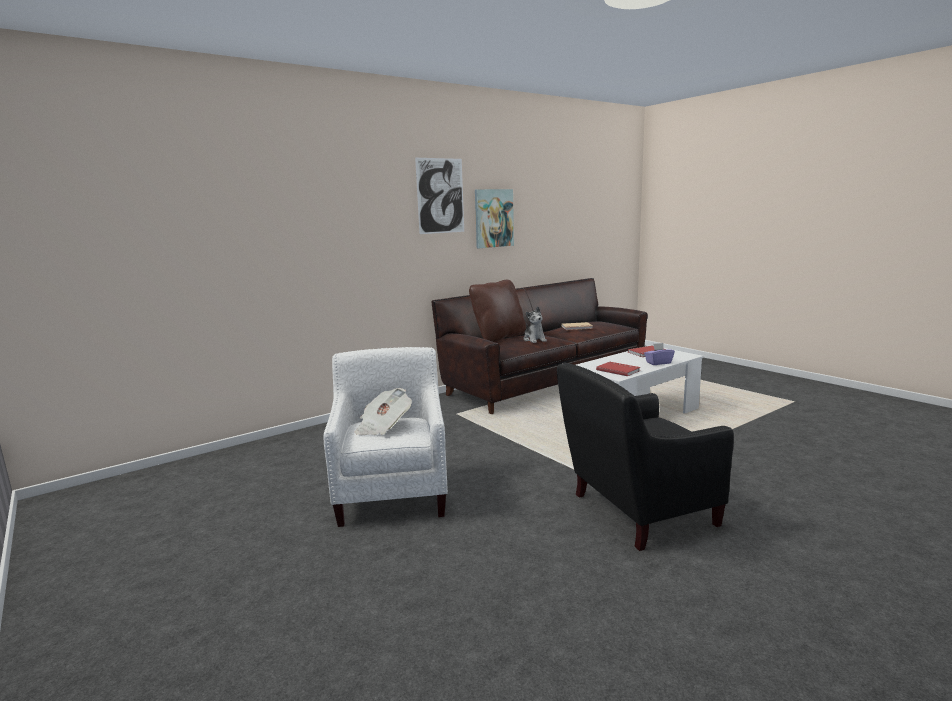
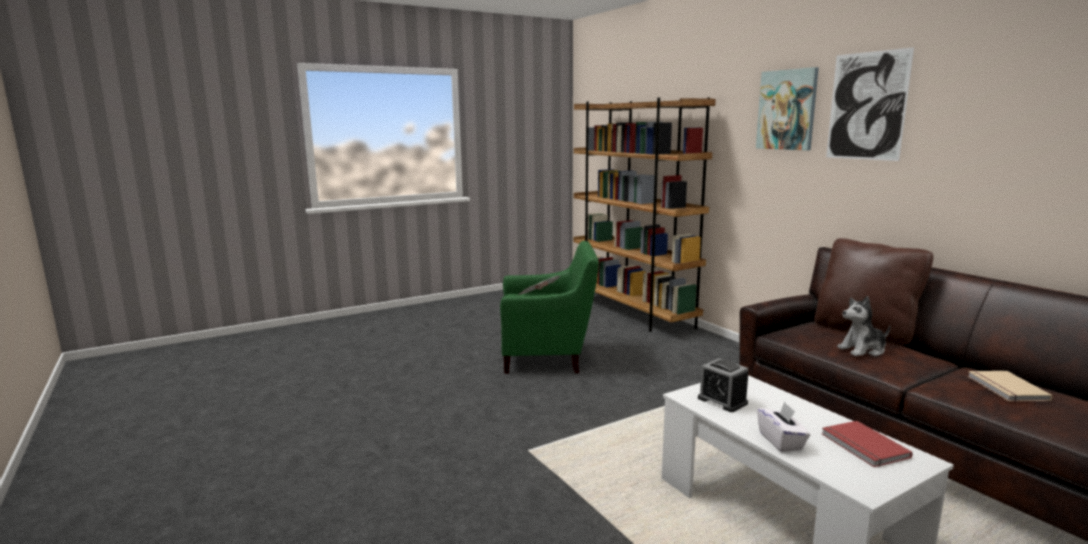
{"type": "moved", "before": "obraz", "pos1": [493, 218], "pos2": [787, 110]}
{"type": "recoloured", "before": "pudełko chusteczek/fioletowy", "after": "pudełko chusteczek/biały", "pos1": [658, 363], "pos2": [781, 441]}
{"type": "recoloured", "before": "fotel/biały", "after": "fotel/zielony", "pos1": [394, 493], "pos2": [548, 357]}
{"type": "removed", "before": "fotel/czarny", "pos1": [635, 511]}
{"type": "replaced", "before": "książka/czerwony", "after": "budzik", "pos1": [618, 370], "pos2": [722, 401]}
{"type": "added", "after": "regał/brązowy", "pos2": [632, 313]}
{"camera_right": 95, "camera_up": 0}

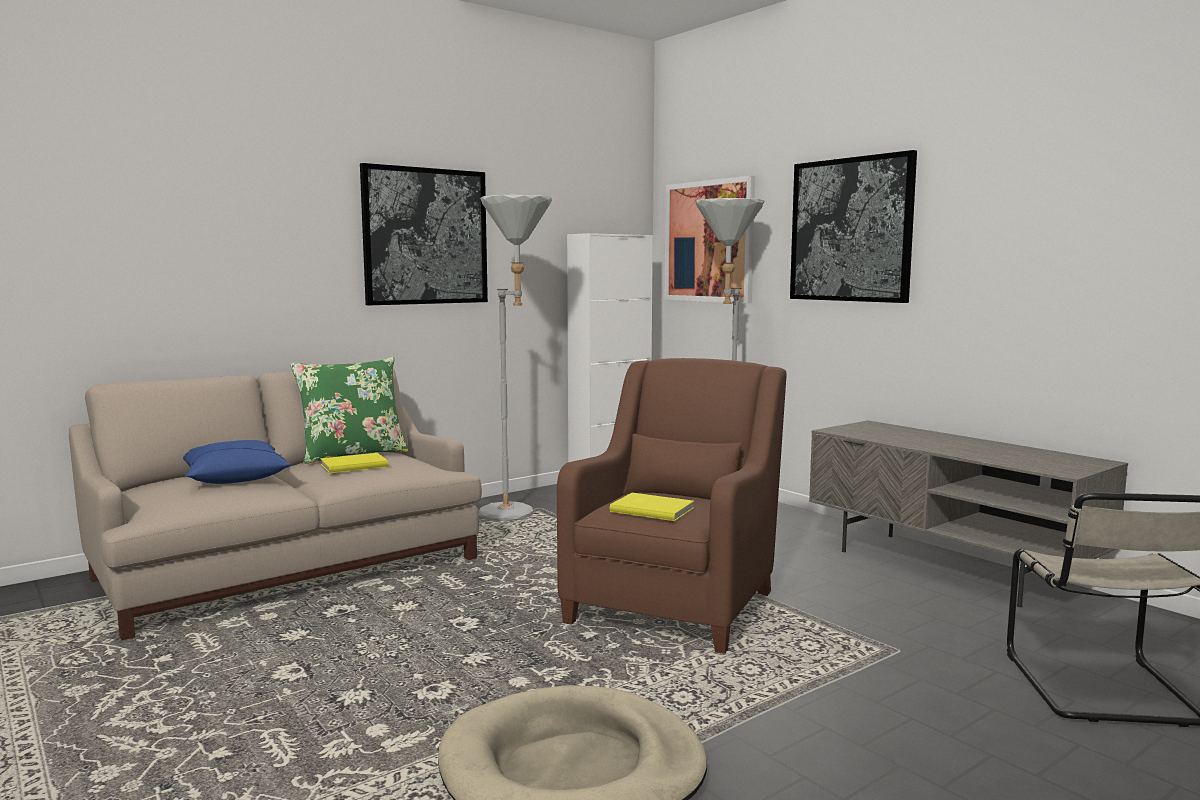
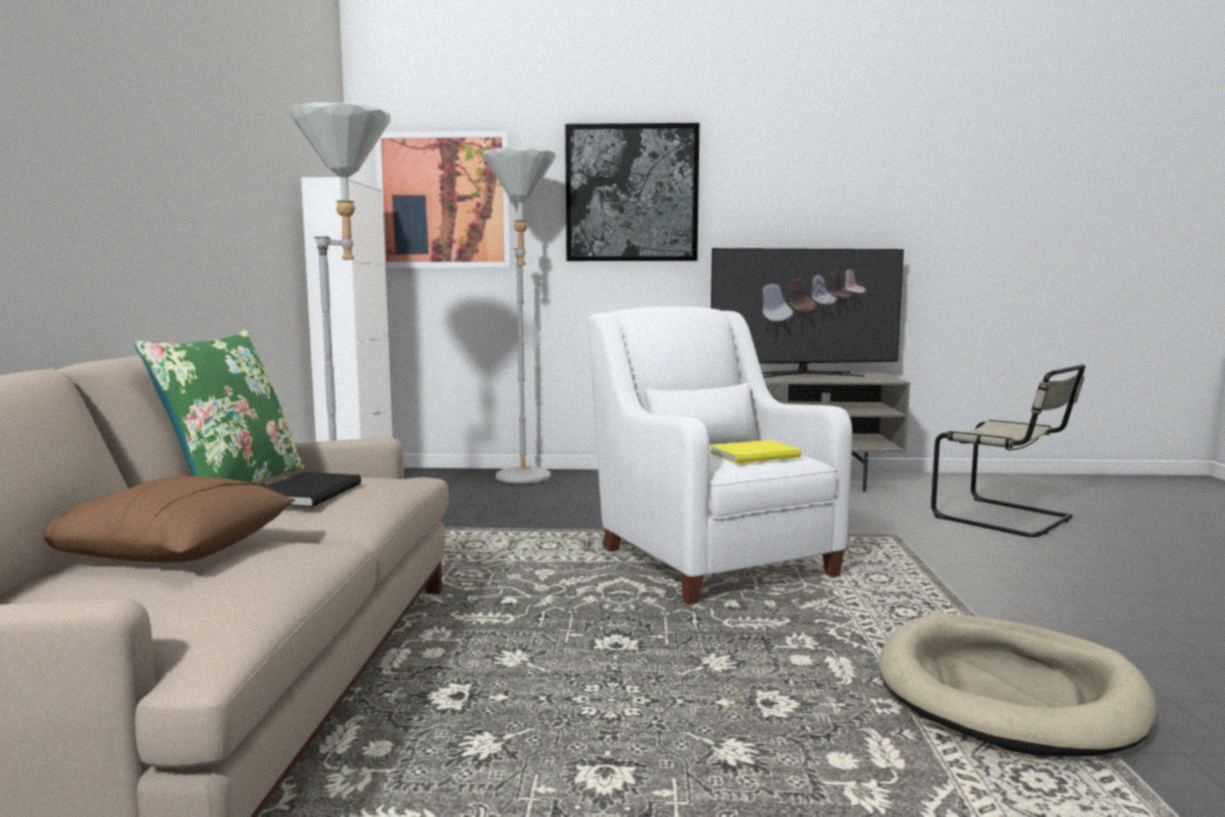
{"type": "removed", "before": "obraz", "pos1": [425, 236]}
{"type": "recoloured", "before": "fotel/brązowy", "after": "fotel/biały", "pos1": [675, 603], "pos2": [710, 558]}
{"type": "recoloured", "before": "poduszka/niebieski", "after": "poduszka/brązowy", "pos1": [235, 478], "pos2": [173, 550]}
{"type": "recoloured", "before": "książka/żółty", "after": "książka/czarny", "pos1": [352, 465], "pos2": [304, 493]}
{"type": "added", "after": "telewizor", "pos2": [803, 375]}
{"camera_right": -50, "camera_up": 0}

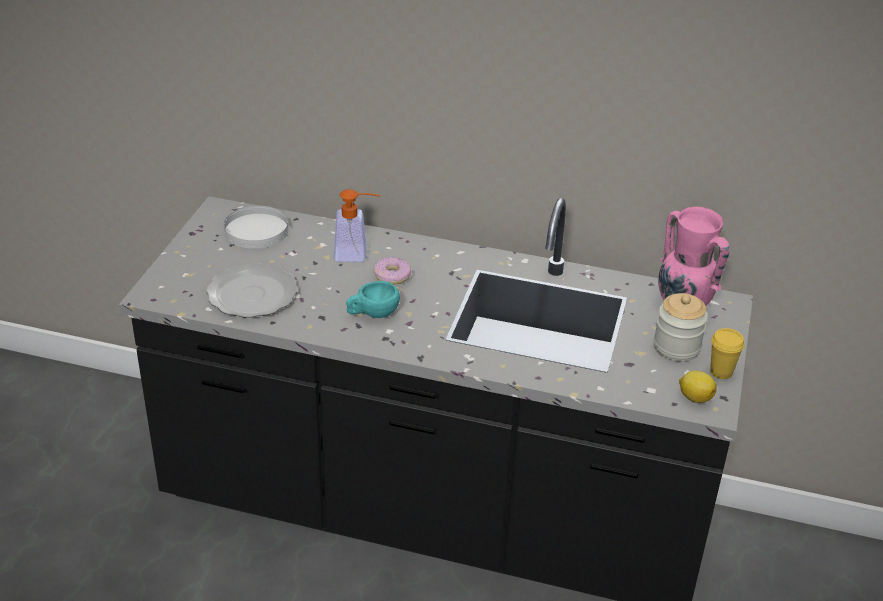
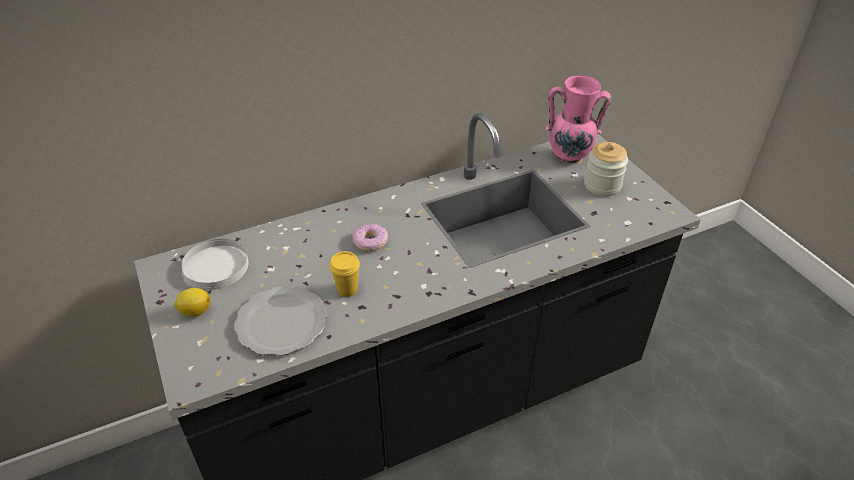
{"type": "removed", "before": "dozownik mydła", "pos1": [357, 254]}
{"type": "removed", "before": "filiżanka/turkusowy", "pos1": [372, 314]}
{"type": "moved", "before": "filiżanka/żółty", "pos1": [721, 372], "pos2": [347, 289]}
{"type": "moved", "before": "cytryna", "pos1": [694, 397], "pos2": [195, 311]}
{"camera_right": -40, "camera_up": 5}

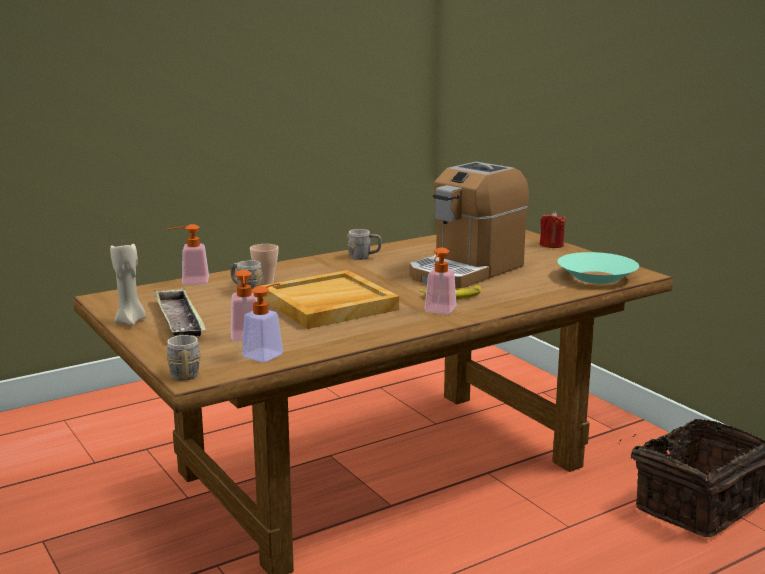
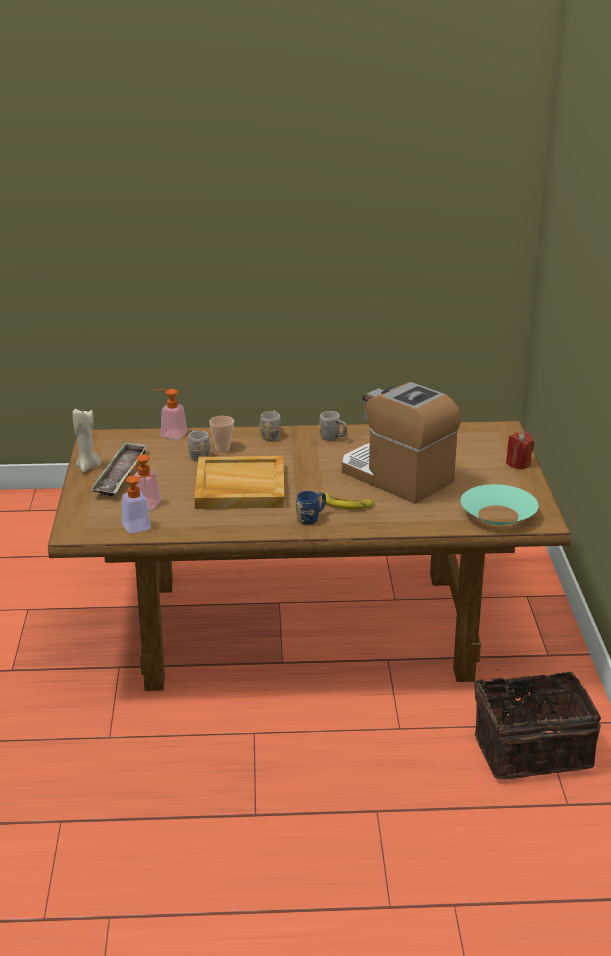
{"type": "turned", "before": "ekspres do kawy", "pos1": [467, 270], "pos2": [396, 477], "turn": 60}
{"type": "replaced", "before": "dozownik mydła", "after": "kubek/niebieski", "pos1": [438, 311], "pos2": [311, 518]}
{"type": "moved", "before": "kubek/szary", "pos1": [184, 373], "pos2": [271, 435]}
{"camera_right": 30, "camera_up": 10}

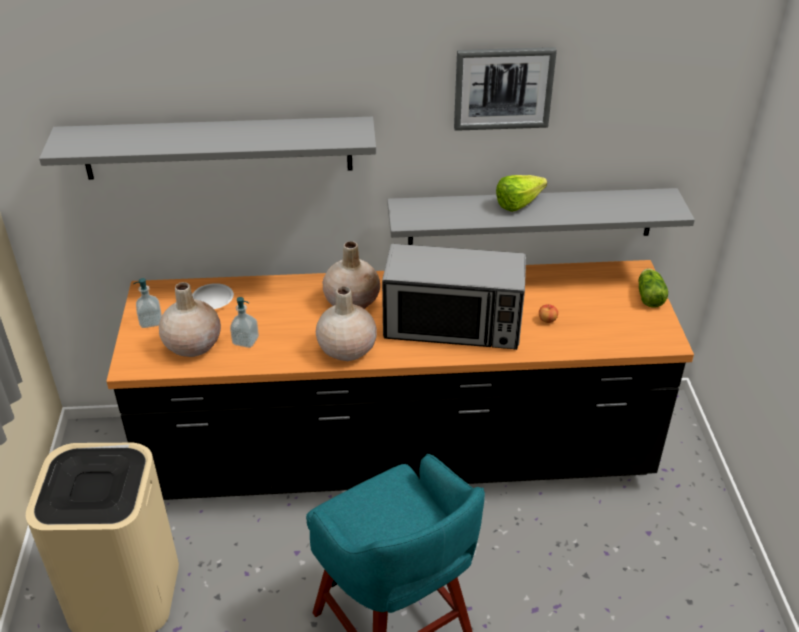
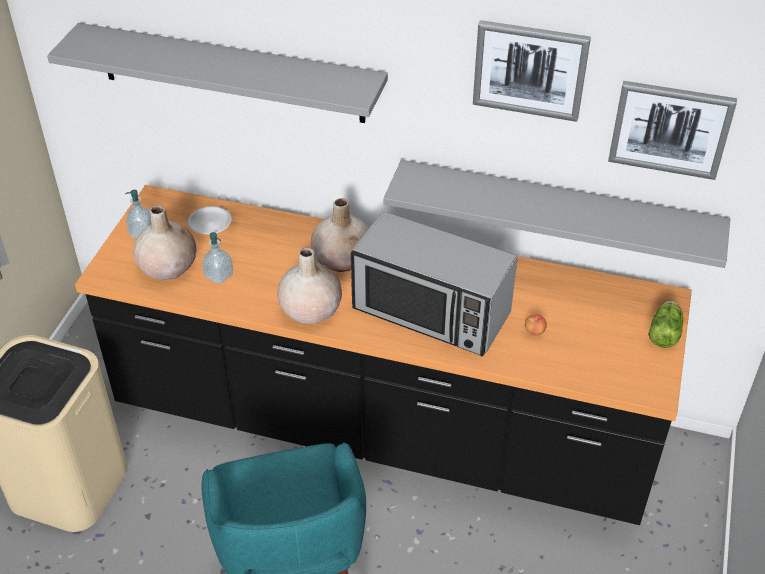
{"type": "removed", "before": "sałata", "pos1": [522, 203]}
{"type": "added", "after": "obraz", "pos2": [670, 129]}
{"camera_right": 20, "camera_up": 5}

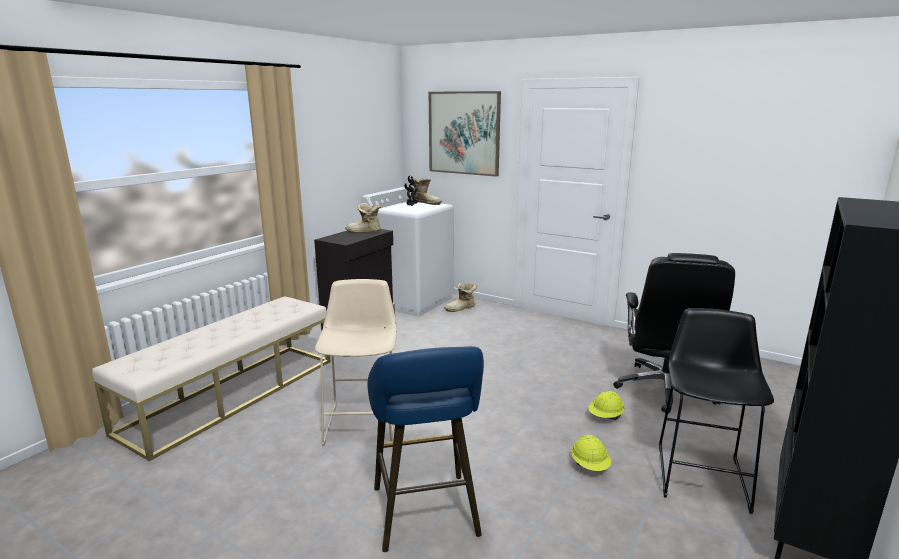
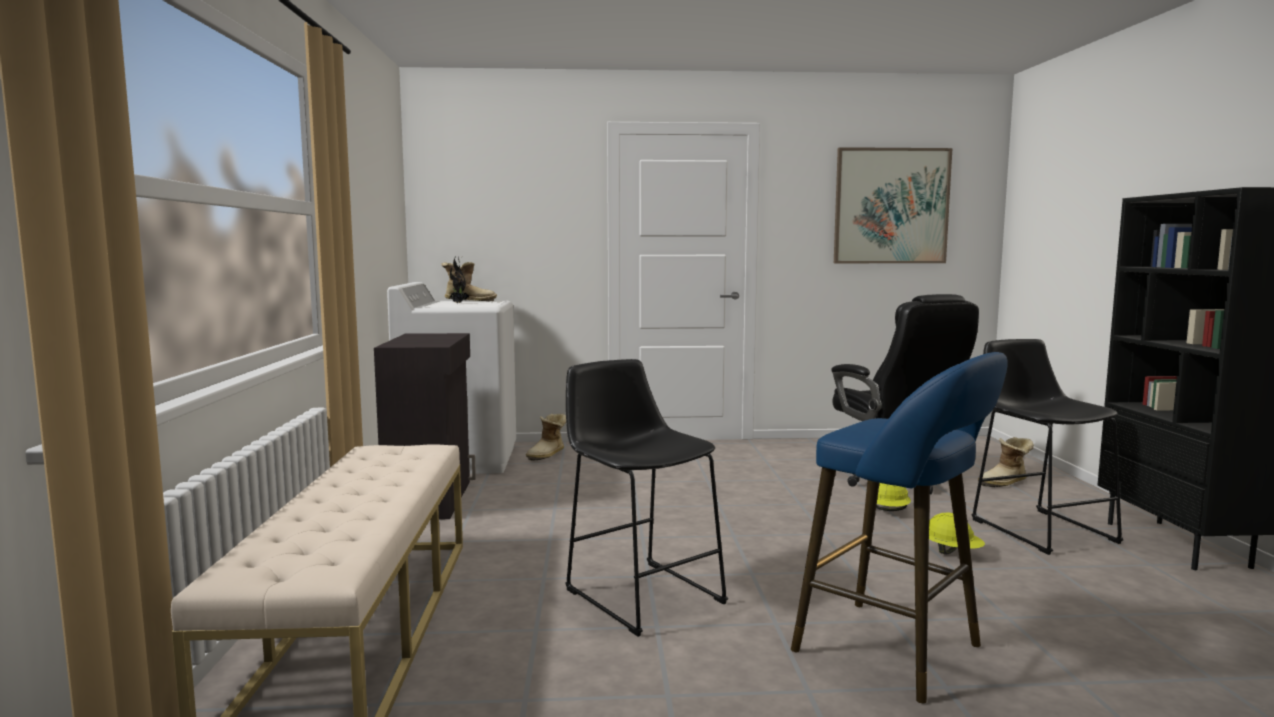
{"type": "moved", "before": "obraz", "pos1": [464, 133], "pos2": [891, 206]}
{"type": "moved", "before": "but z cholewką", "pos1": [364, 232], "pos2": [1005, 483]}
{"type": "recoloured", "before": "stołek/beżowy", "after": "stołek/czarny", "pos1": [363, 421], "pos2": [640, 593]}
{"camera_right": -35, "camera_up": -10}

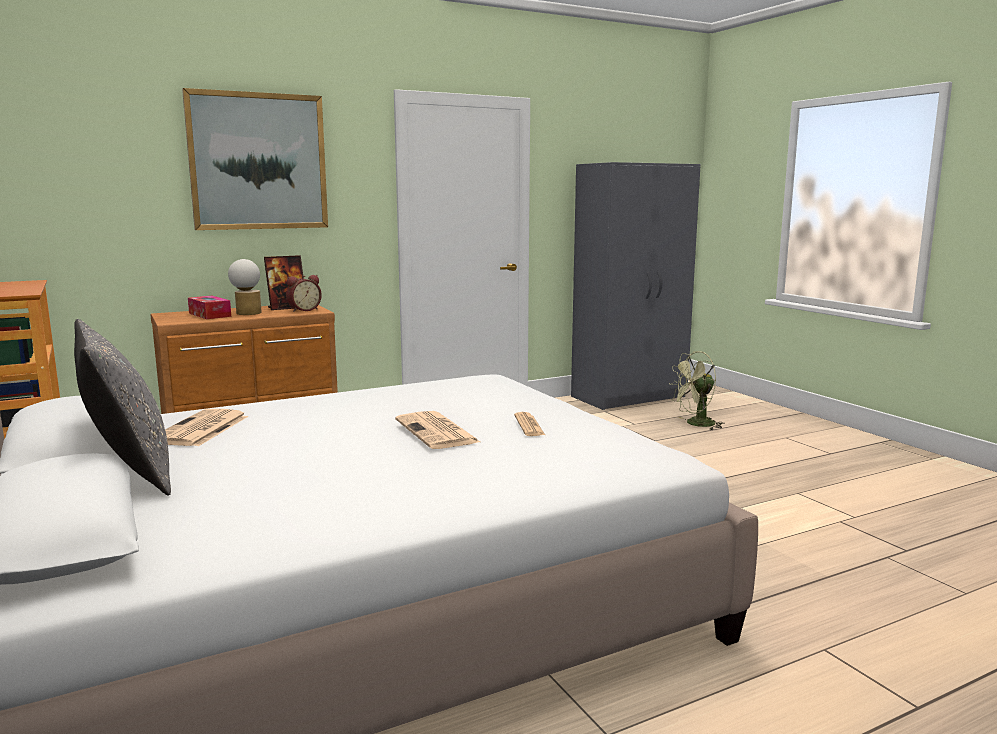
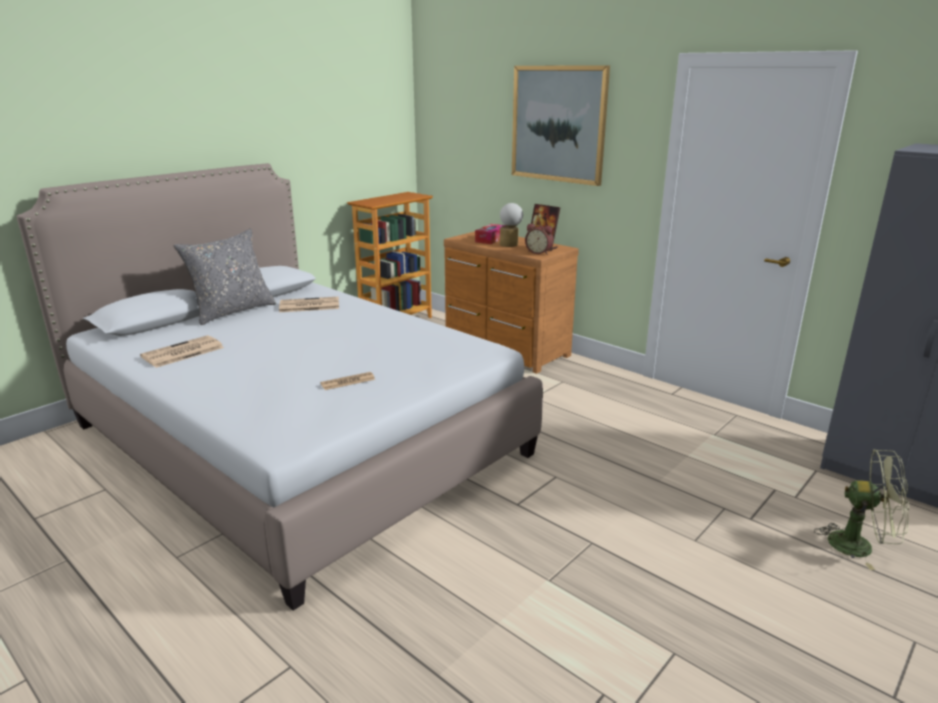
{"type": "turned", "before": "wentylator/zielony", "pos1": [695, 424], "pos2": [860, 546], "turn": 150}
{"type": "moved", "before": "gazeta", "pos1": [438, 432], "pos2": [182, 352]}
{"camera_right": 70, "camera_up": 10}

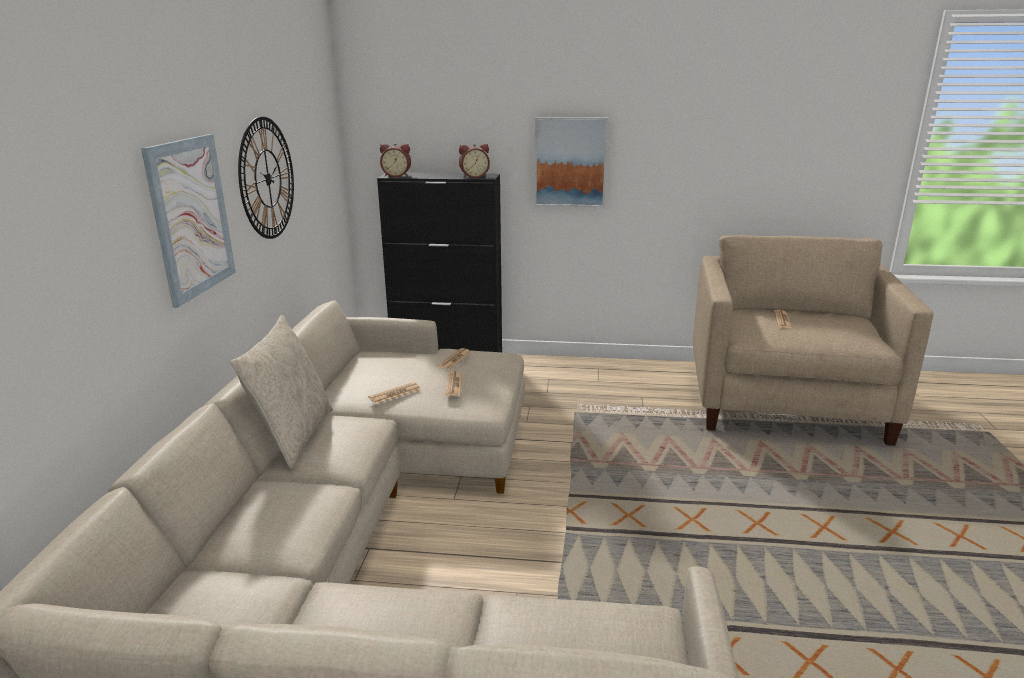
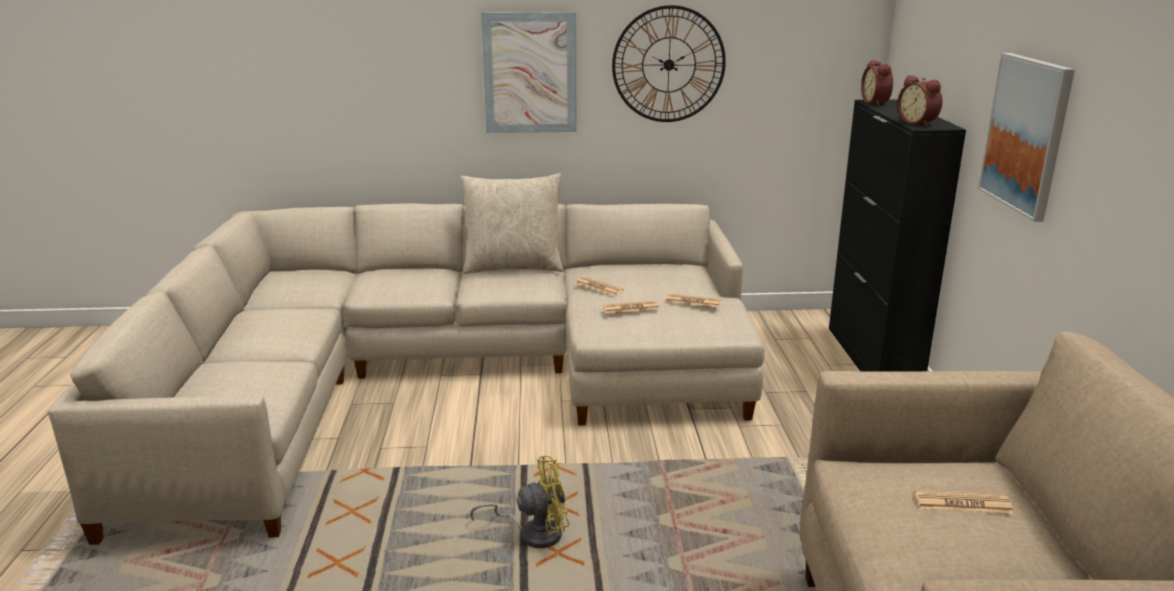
{"type": "added", "after": "wentylator/żółty", "pos2": [533, 533]}
{"camera_right": 80, "camera_up": 0}

